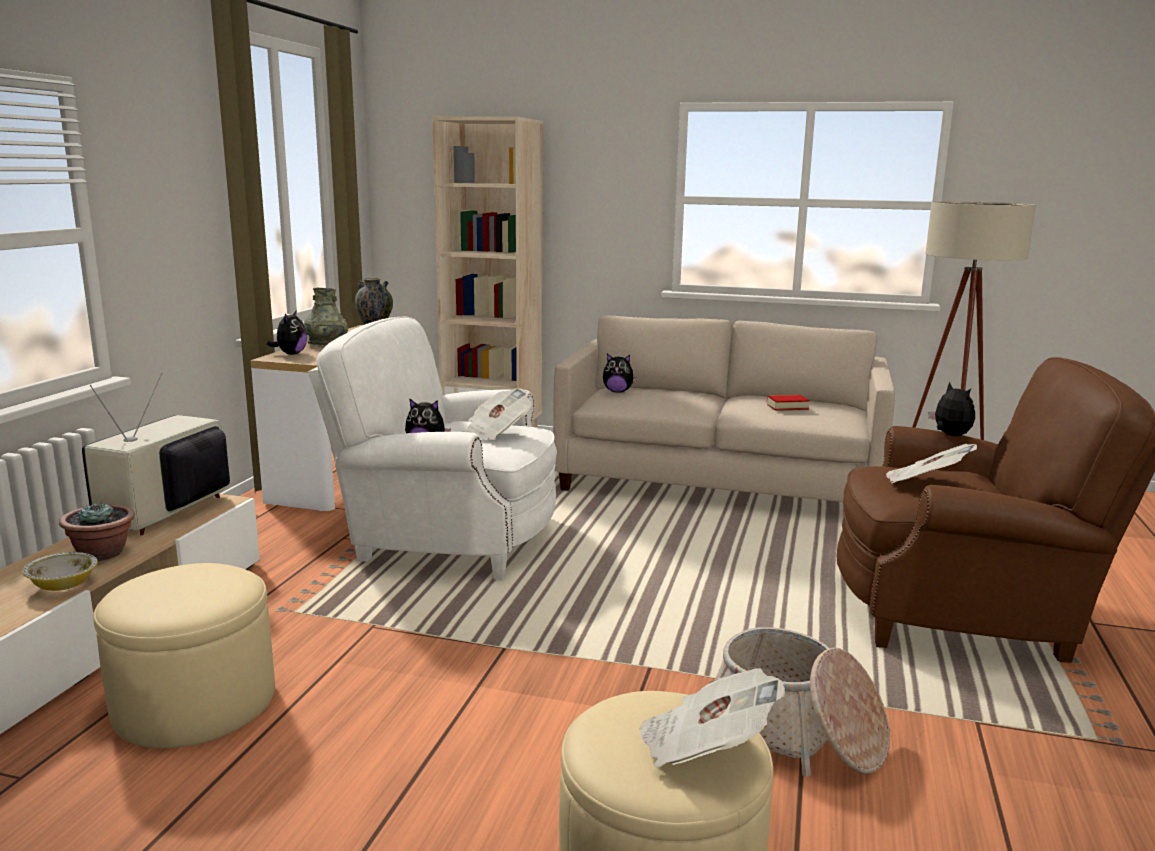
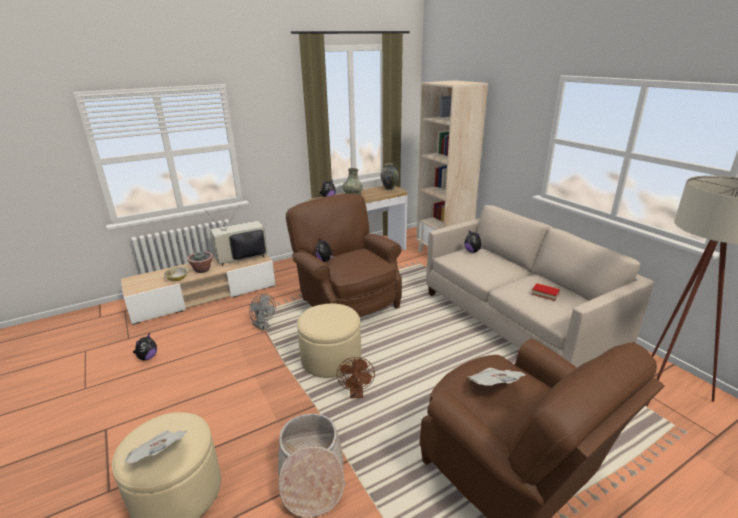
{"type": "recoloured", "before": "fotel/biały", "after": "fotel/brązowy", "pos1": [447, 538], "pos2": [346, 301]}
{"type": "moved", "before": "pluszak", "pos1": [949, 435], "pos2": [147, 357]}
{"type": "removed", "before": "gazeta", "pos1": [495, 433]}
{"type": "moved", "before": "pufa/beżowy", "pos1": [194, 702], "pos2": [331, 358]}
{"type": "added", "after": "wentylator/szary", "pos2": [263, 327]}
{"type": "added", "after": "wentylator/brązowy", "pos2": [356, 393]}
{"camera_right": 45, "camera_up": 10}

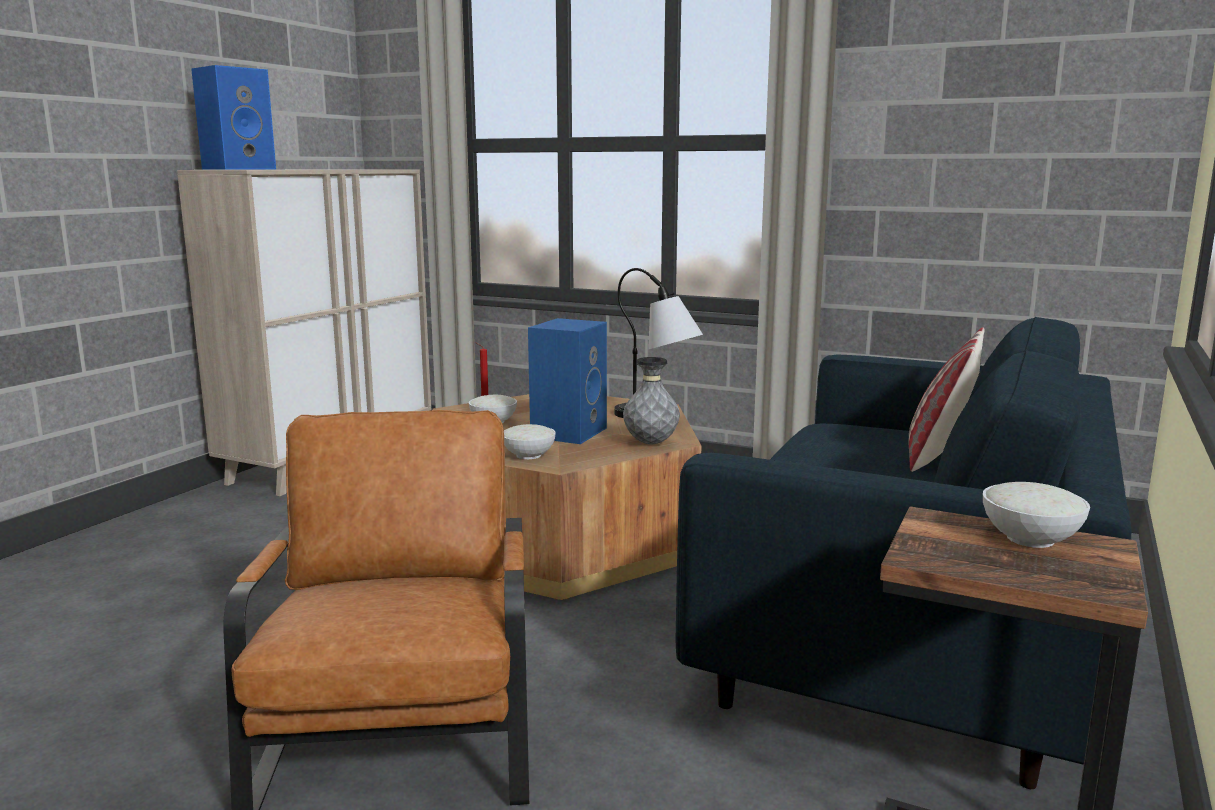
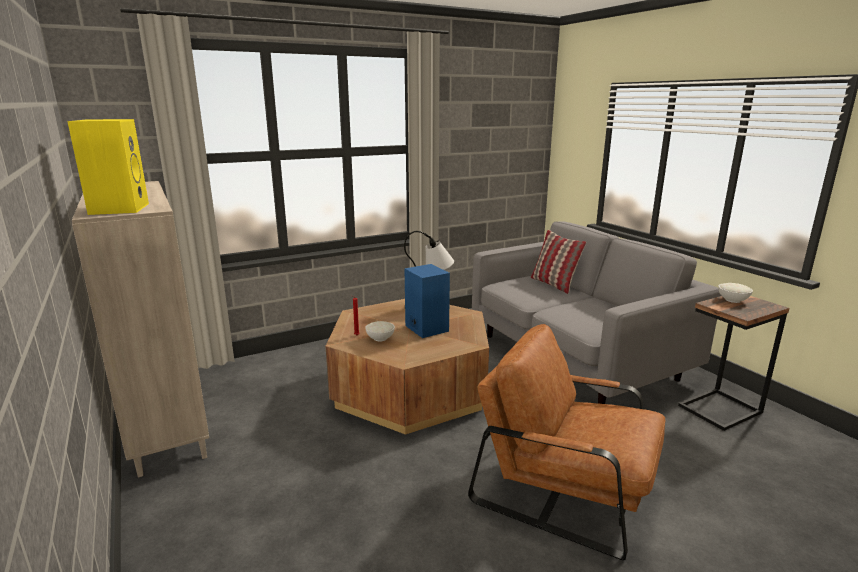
{"type": "recoloured", "before": "głośnik/niebieski", "after": "głośnik/żółty", "pos1": [240, 169], "pos2": [118, 208]}
{"type": "recoloured", "before": "kanapa/niebieski", "after": "kanapa/szary", "pos1": [905, 633], "pos2": [574, 356]}
{"type": "removed", "before": "wazon/szary", "pos1": [651, 443]}
{"type": "removed", "before": "miska/biały", "pos1": [529, 455]}
{"camera_right": -55, "camera_up": 5}

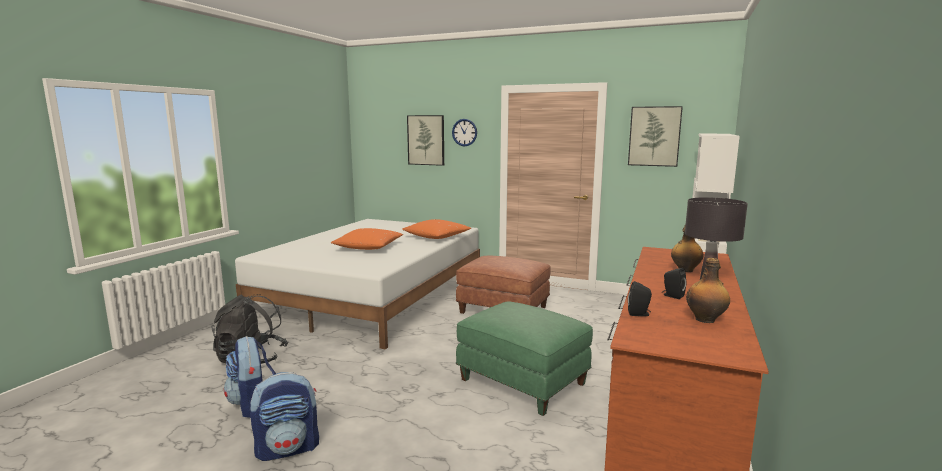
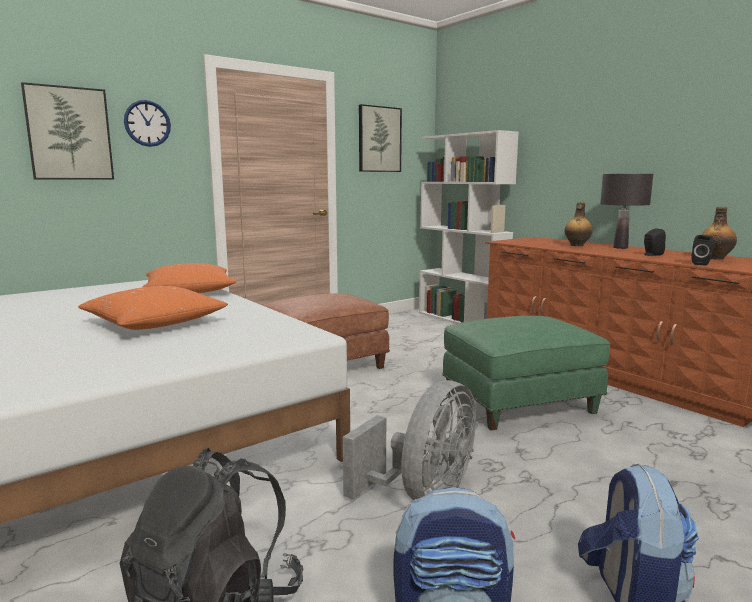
{"type": "added", "after": "wentylator/szary", "pos2": [423, 495]}
{"camera_right": -60, "camera_up": 0}

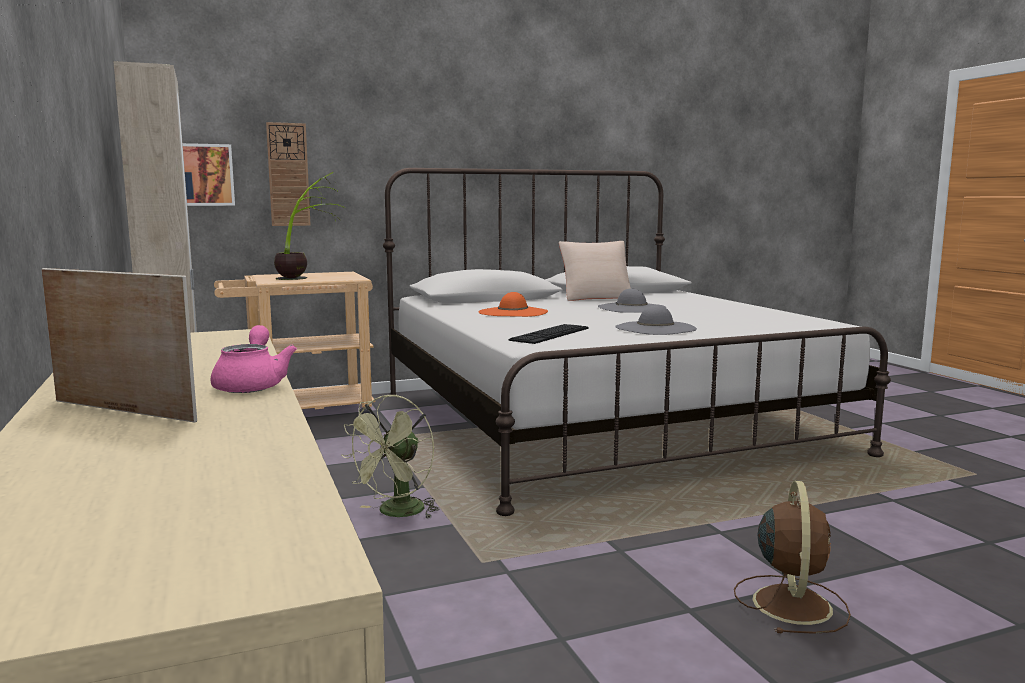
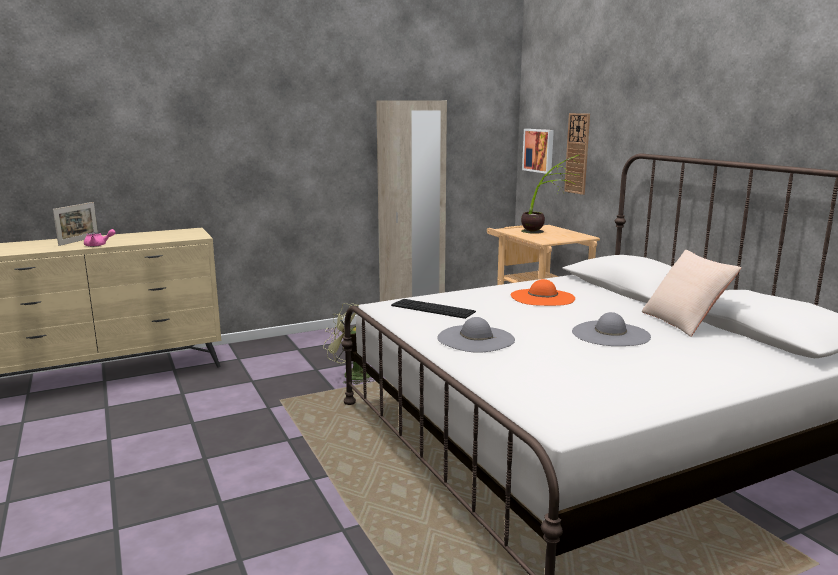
{"type": "removed", "before": "wentylator/brązowy", "pos1": [791, 603]}
{"camera_right": 85, "camera_up": 5}

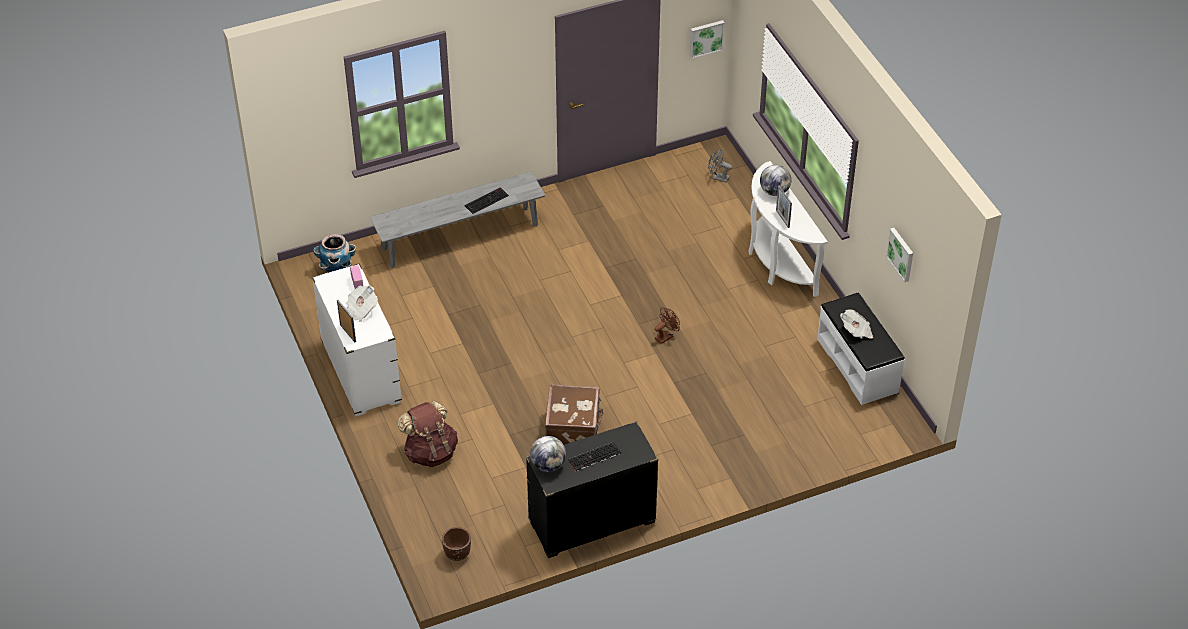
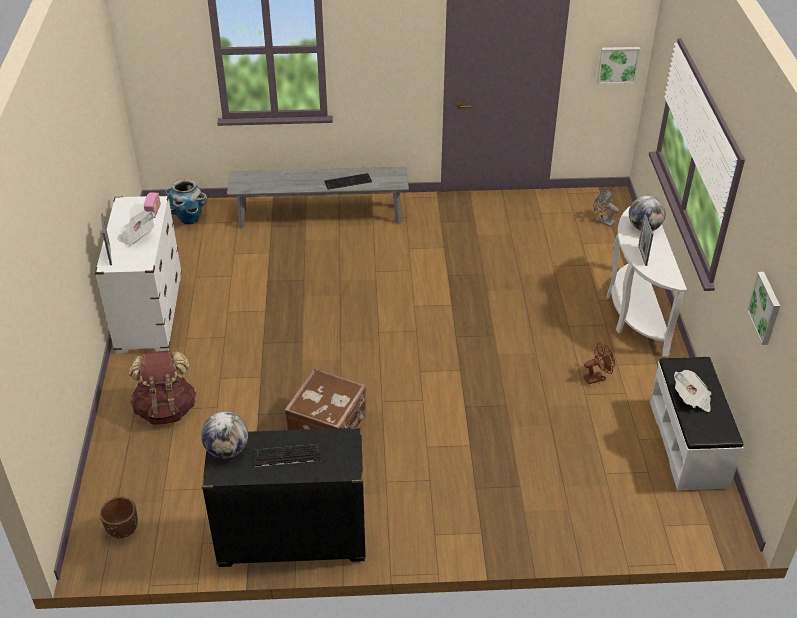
{"type": "moved", "before": "wentylator/brązowy", "pos1": [666, 336], "pos2": [597, 377]}
{"camera_right": 20, "camera_up": -5}

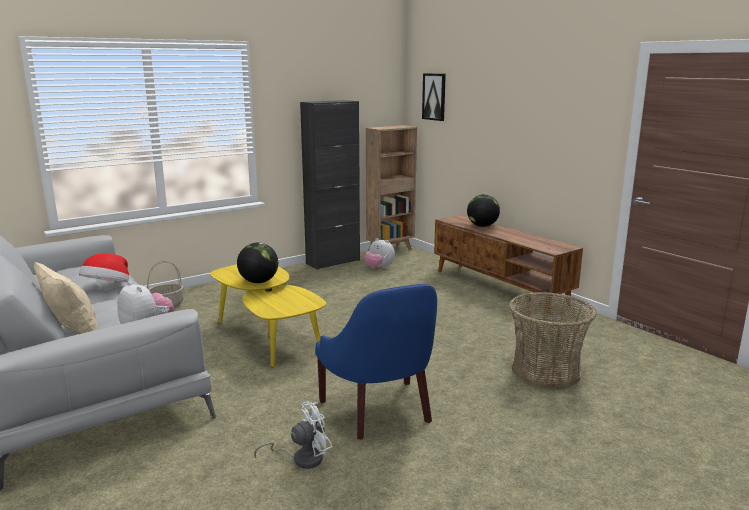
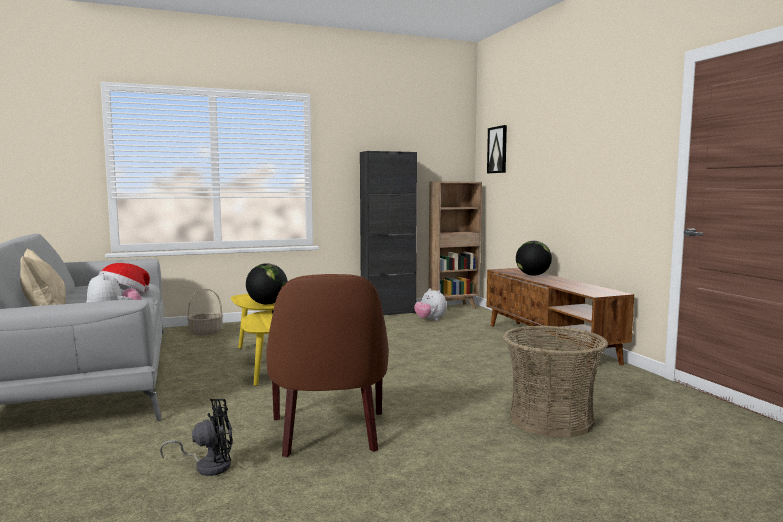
{"type": "recoloured", "before": "fotel/niebieski", "after": "fotel/brązowy", "pos1": [380, 411], "pos2": [329, 434]}
{"type": "recoloured", "before": "wentylator/biały", "after": "wentylator/czarny", "pos1": [302, 458], "pos2": [208, 466]}
{"camera_right": 15, "camera_up": -10}

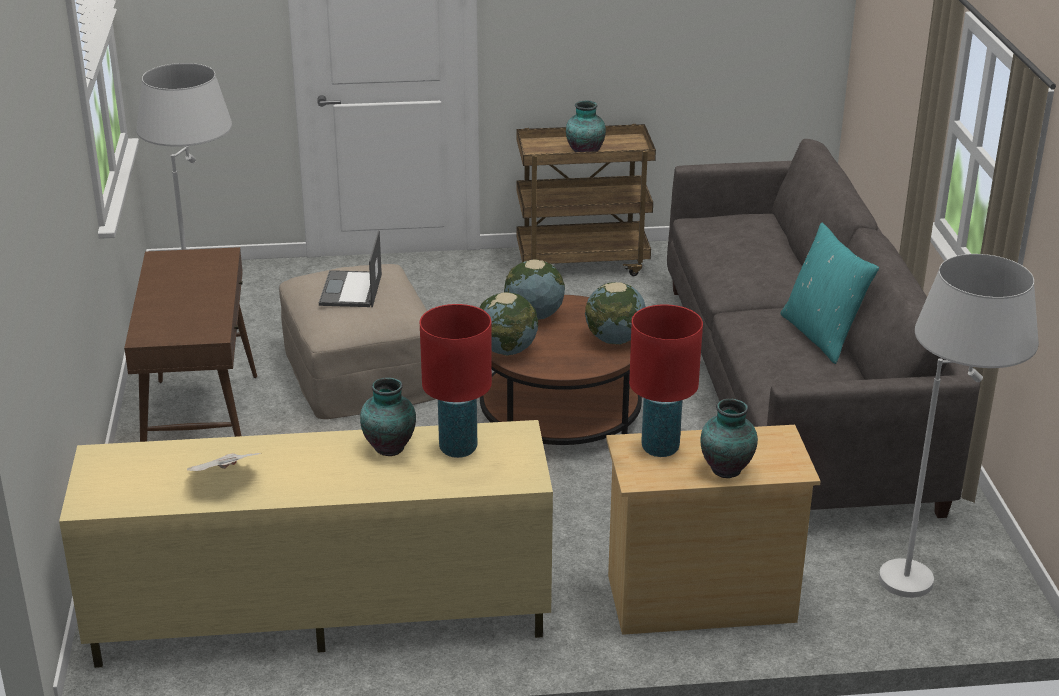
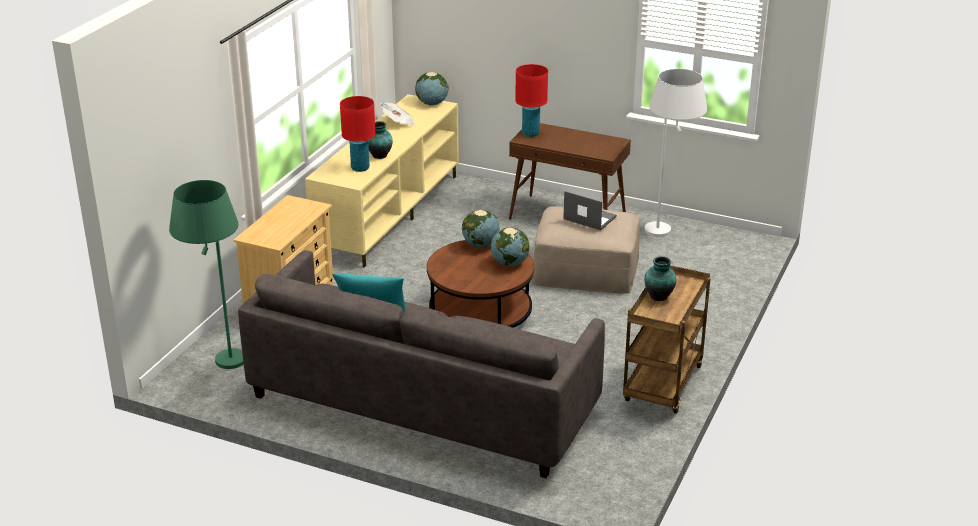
{"type": "recoloured", "before": "lampa stojąca/biały", "after": "lampa stojąca/zielony", "pos1": [935, 578], "pos2": [221, 369]}
{"type": "moved", "before": "globus", "pos1": [615, 340], "pos2": [431, 103]}
{"type": "moved", "before": "lampa stołowa/czerwony", "pos1": [660, 448], "pos2": [530, 133]}
{"type": "removed", "before": "wazon", "pos1": [727, 468]}
{"camera_right": 120, "camera_up": 0}

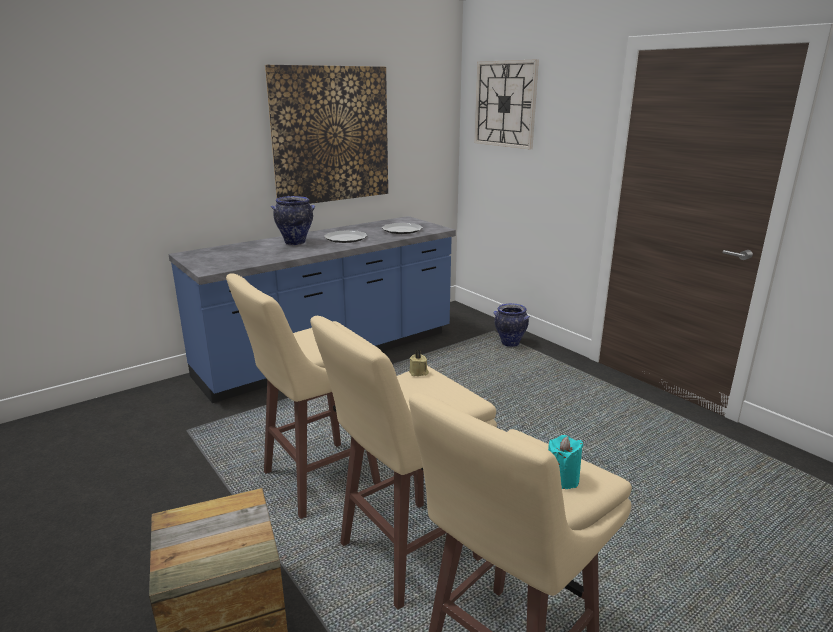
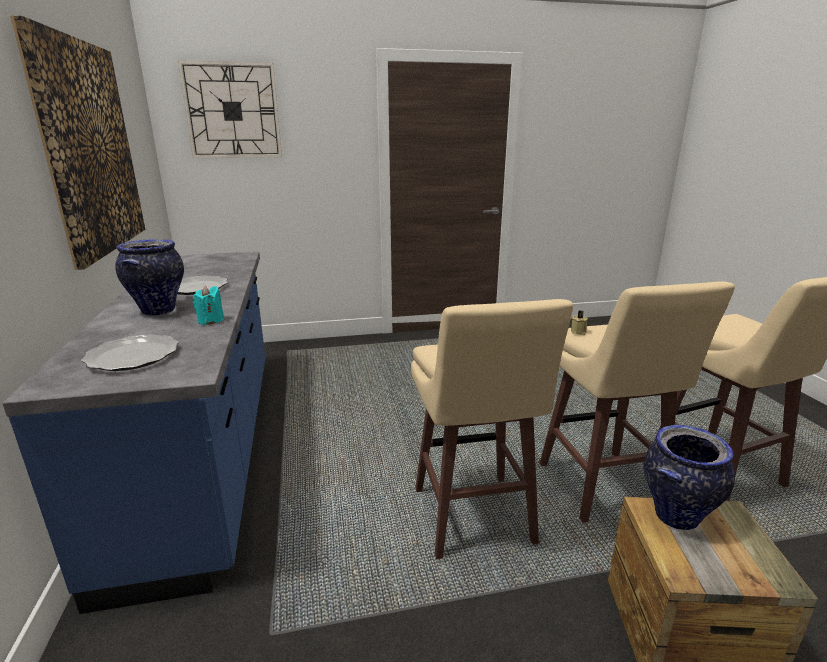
{"type": "moved", "before": "talerz", "pos1": [402, 230], "pos2": [133, 356]}
{"type": "moved", "before": "wazon", "pos1": [509, 344], "pos2": [676, 518]}
{"type": "moved", "before": "świeca/turkusowy", "pos1": [562, 479], "pos2": [210, 320]}
{"camera_right": -65, "camera_up": 0}

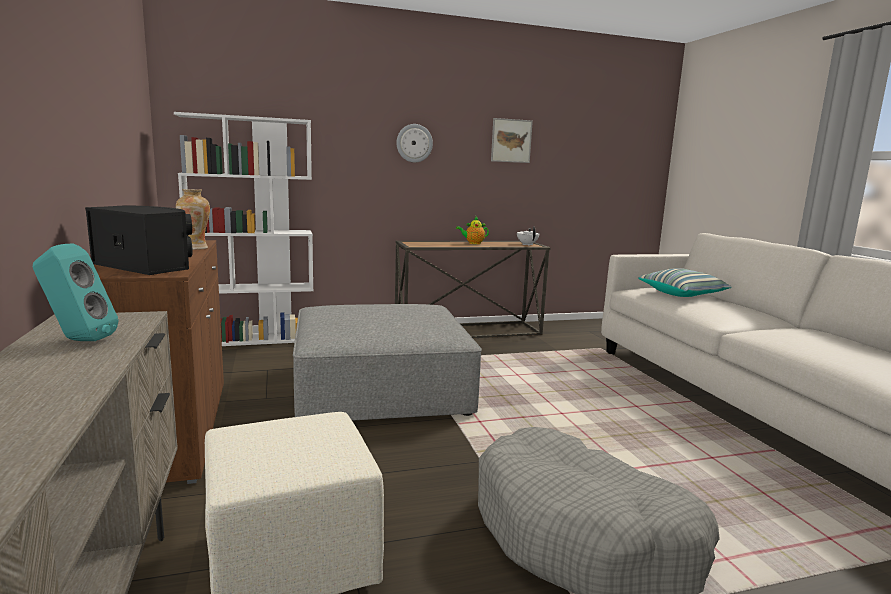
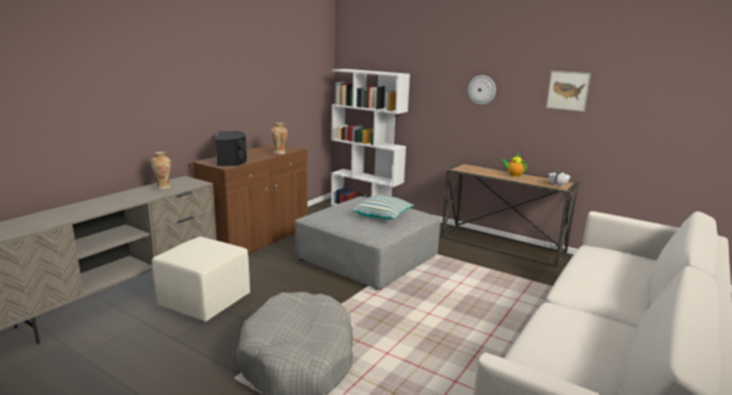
{"type": "replaced", "before": "głośnik/turkusowy", "after": "wazon", "pos1": [77, 340], "pos2": [163, 187]}
{"type": "moved", "before": "poduszka", "pos1": [683, 294], "pos2": [383, 216]}
{"camera_right": 50, "camera_up": 5}

